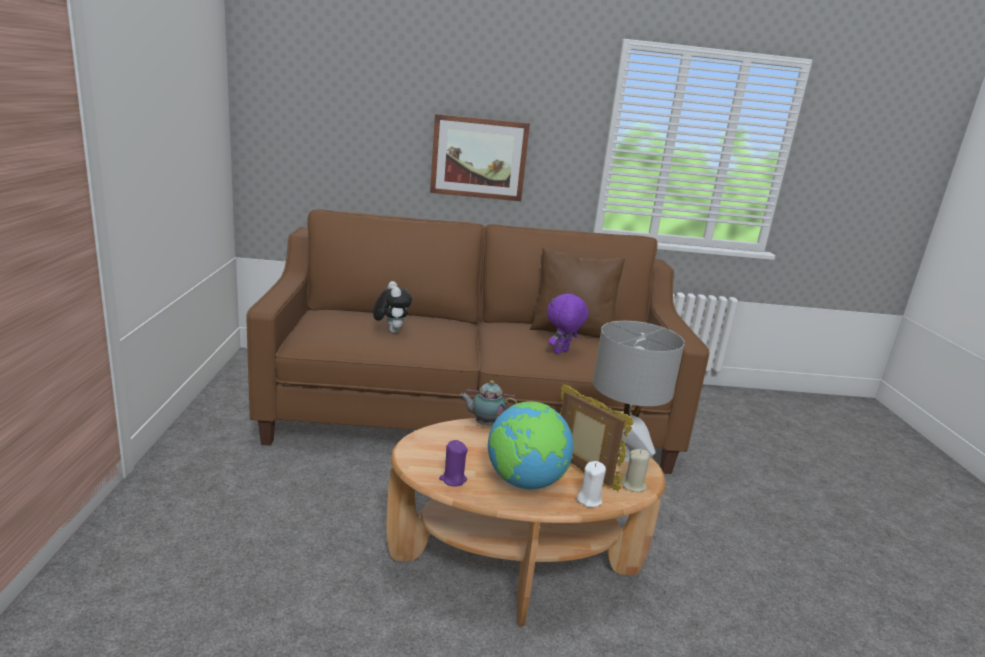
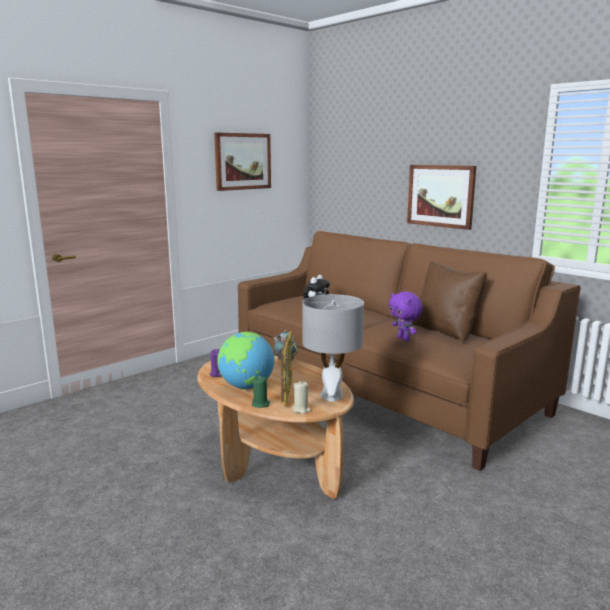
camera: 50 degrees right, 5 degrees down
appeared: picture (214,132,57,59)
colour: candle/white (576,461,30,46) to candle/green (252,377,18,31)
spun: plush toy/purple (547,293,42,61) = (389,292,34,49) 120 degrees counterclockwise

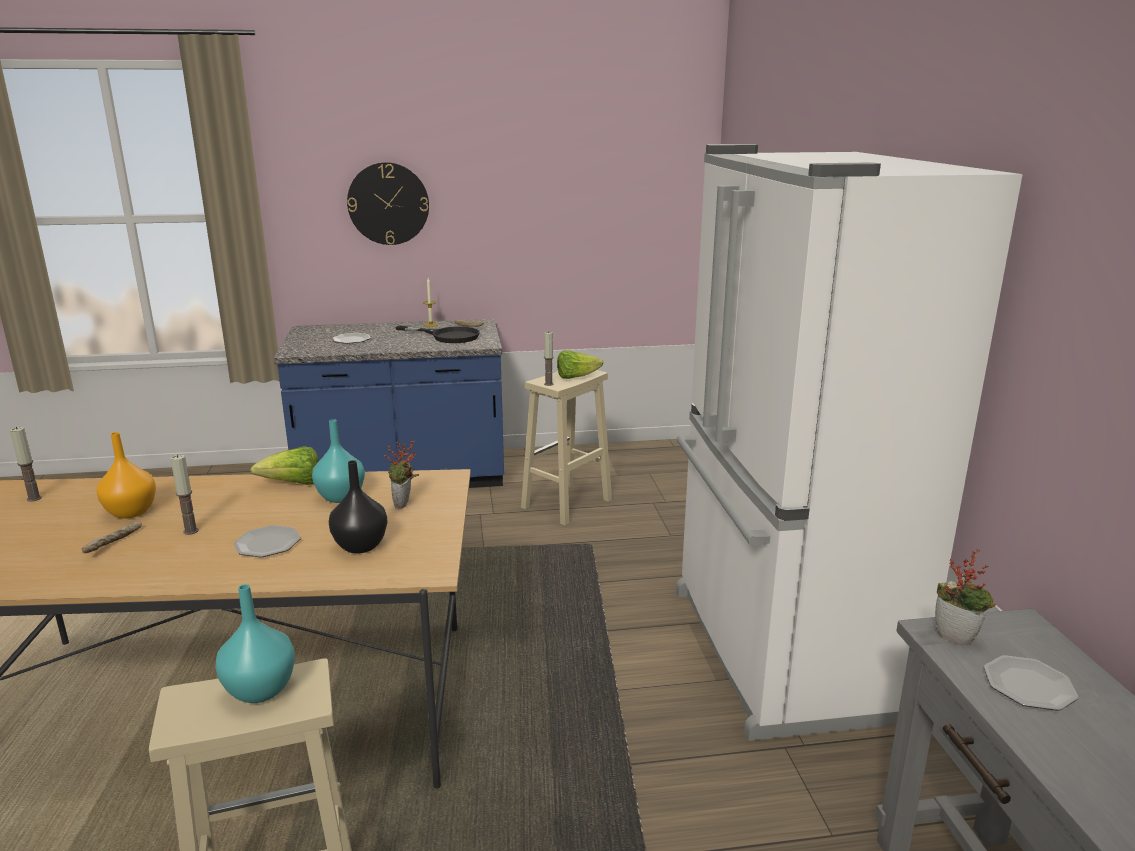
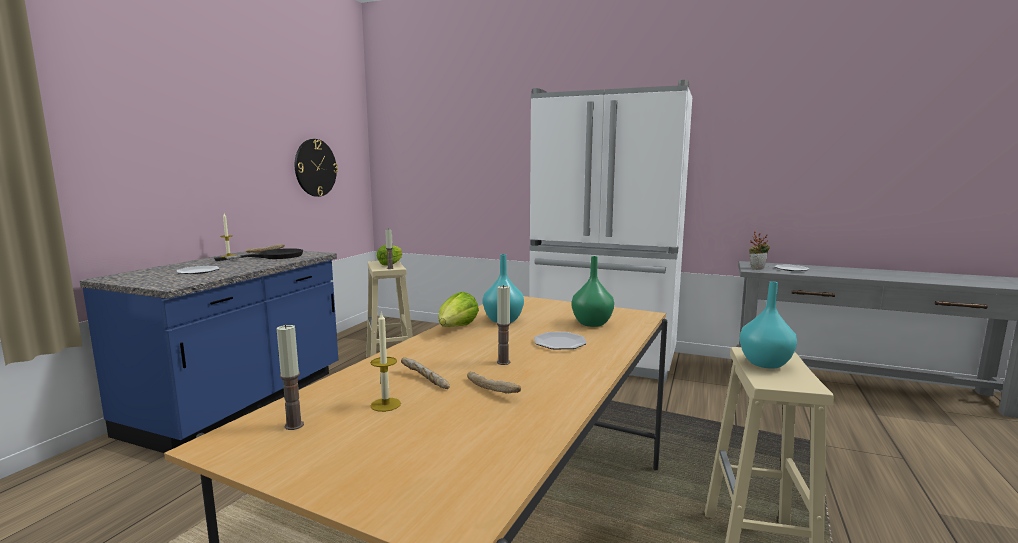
camera: 60 degrees left, 10 degrees down
missing: potted plant (384,440,35,69)
appeared: candle (370,311,31,101)
relocated: wall clock (347,162,82,83) to (295,139,43,58)
exchanged: vase/orange (97,432,59,87) to bread (401,357,49,32)
colour: vase/black (329,460,59,93) to vase/green (572,256,42,71)

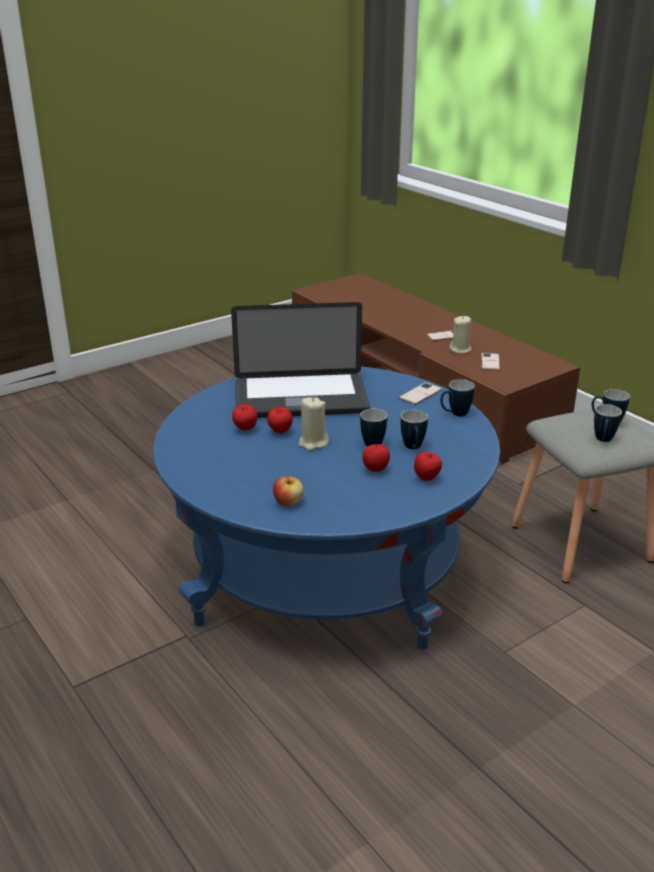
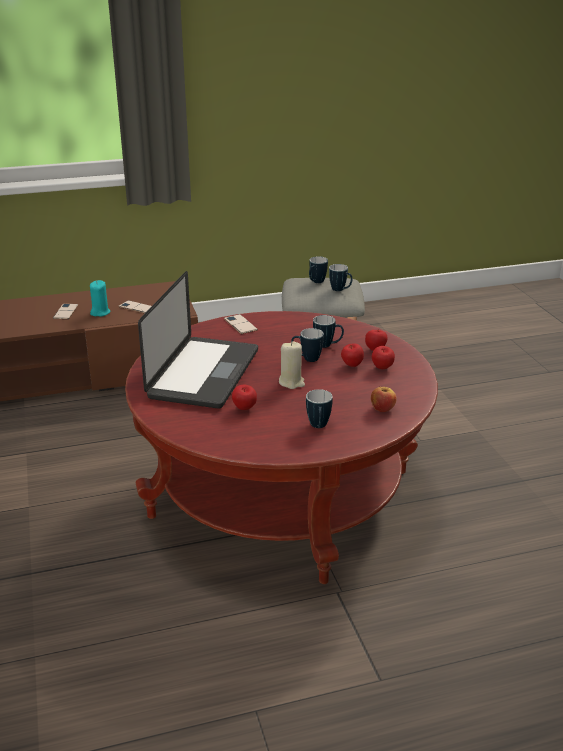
camera: 70 degrees left, 0 degrees up
relocated: mug (440,379,35,37) to (306,389,27,39); apple (267,407,26,26) to (372,346,23,23)
colour: candle/beige (449,316,23,37) to candle/turquoise (90,280,21,37); coffee table/blue (153,367,347,282) to coffee table/red (125,311,313,273)

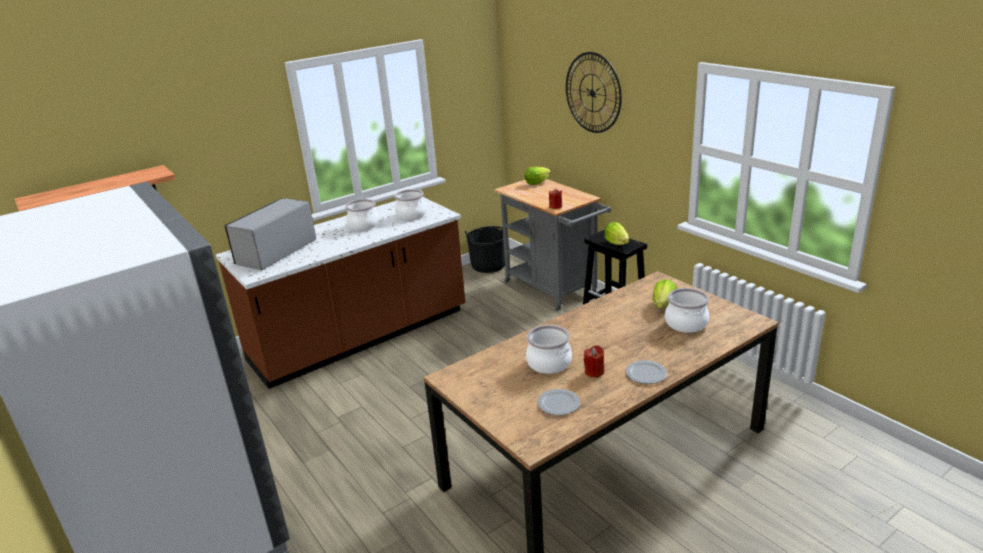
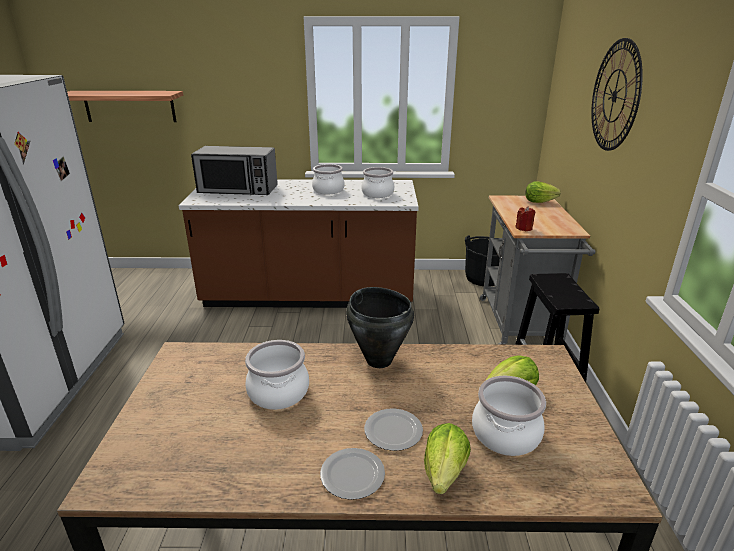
camera: 35 degrees right, 0 degrees up
missing: candle/red (584,345,20,33)
appeared: cooking pot/black (346,287,68,81)
relocated: lettuce (605,222,24,23) to (424,423,47,72); plate (537,389,43,26) to (364,408,59,43)
spun: microwave (224,198,92,72) = (191,146,87,49) 150 degrees counterclockwise

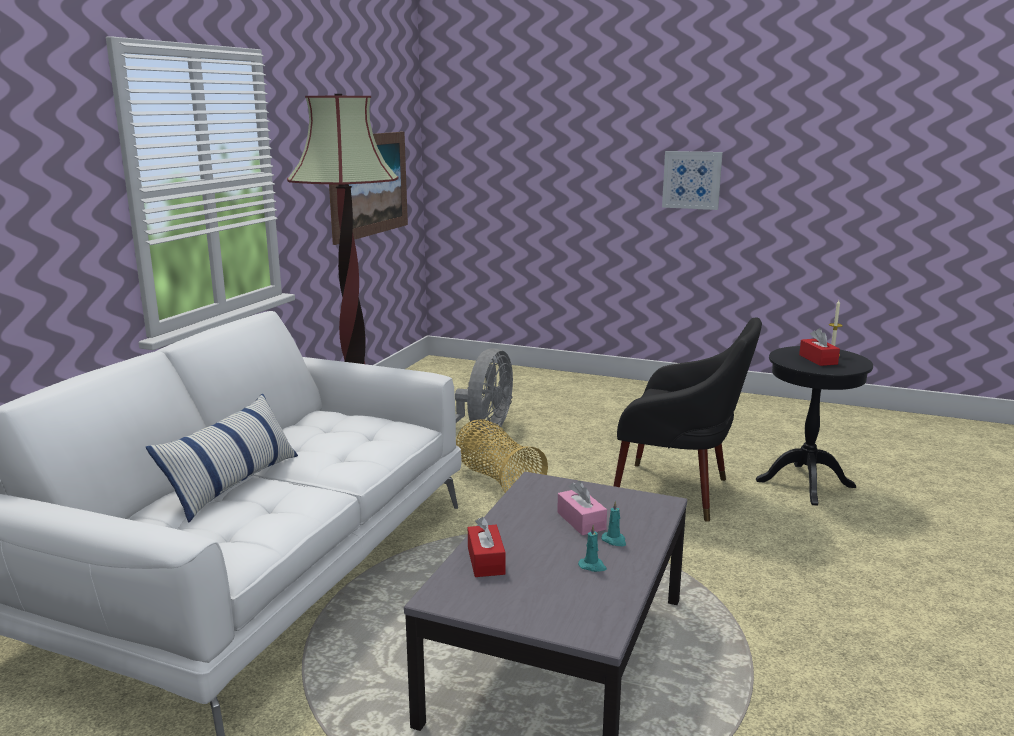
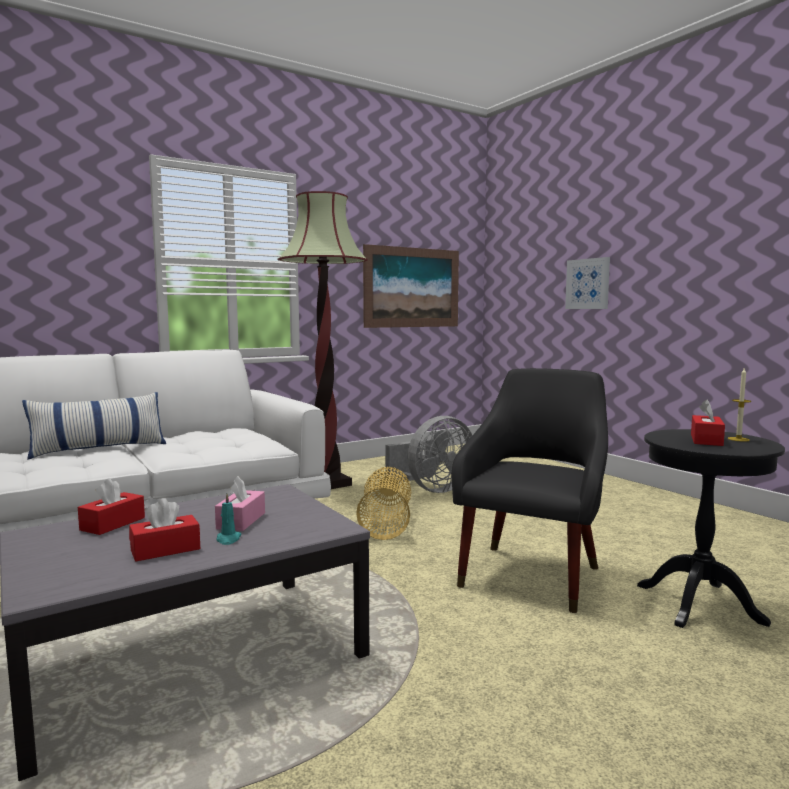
camera: 35 degrees right, 10 degrees down
relocated: picture (662,151,61,59) to (565,257,45,52)
exchanged: candle/turquoise (578,525,29,47) to tissue box/red (129,498,71,63)
spun: armchair/black (614,317,148,205) = (452,368,156,245) 120 degrees counterclockwise

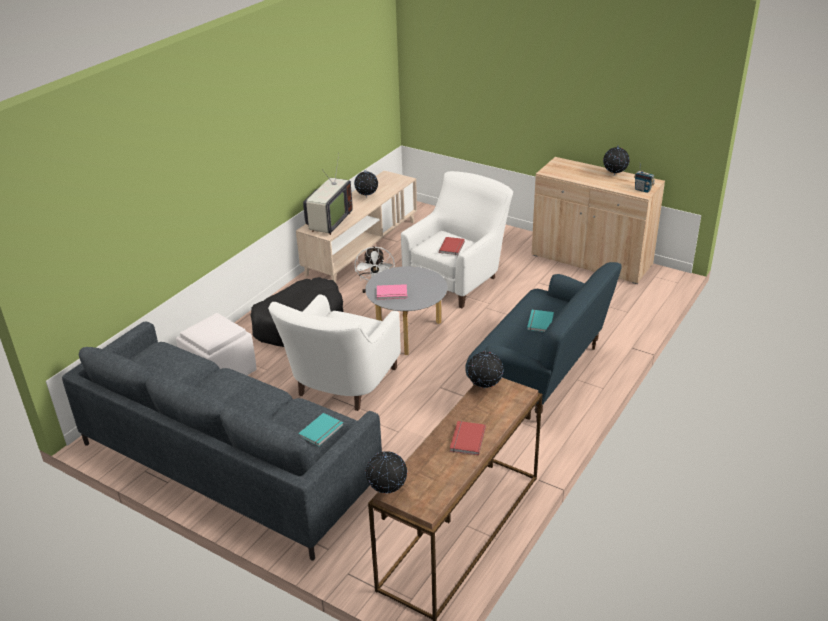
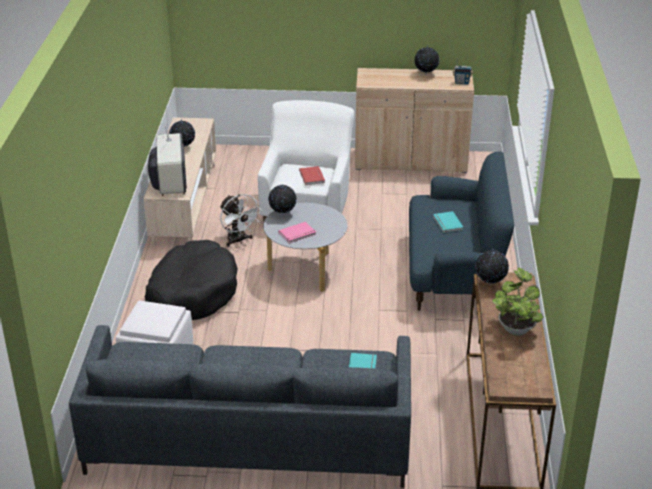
camera: 30 degrees left, 0 degrees up
missing: armchair/white (268,294,133,117)
relocated: globe (366,451,41,42) to (268,185,29,30)
exchanged: book/red (450,421,36,34) to potted plant (492,267,51,69)

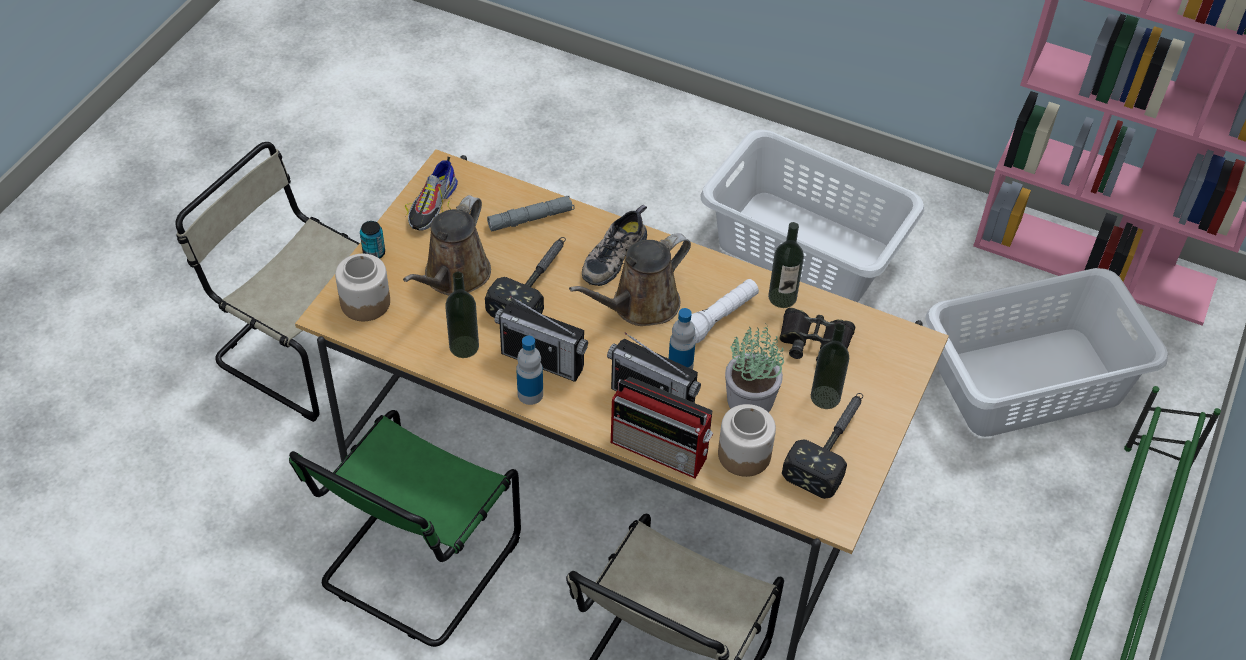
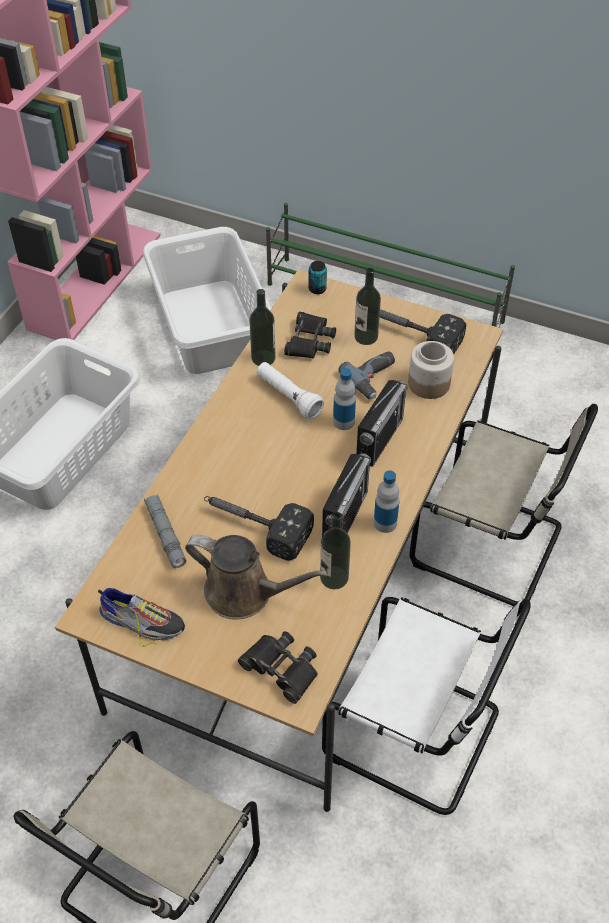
camera: 90 degrees left, 0 degrees up
missing: shoe (582,205,65,81); watering can/brown (569,233,122,93); radio (611,376,102,103)
relocated: can (360,221,25,38) to (309,261,18,33)
exchanged: jar (335,254,55,67) to binoculars/black (238,631,80,73); potted plant (725,327,59,85) to power drill (338,351,57,48)
colour: chair/green (289,410,232,237) to chair/white (322,597,209,218)

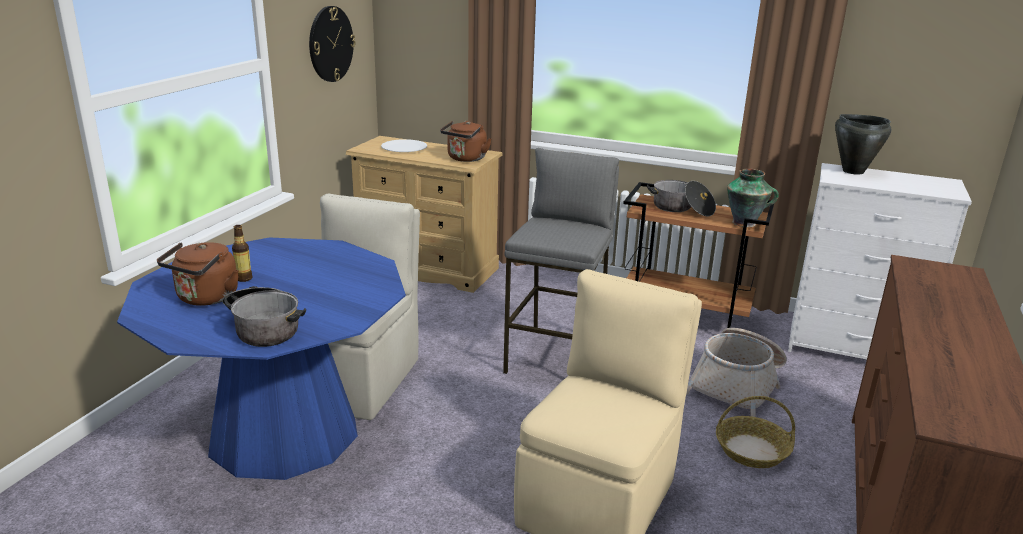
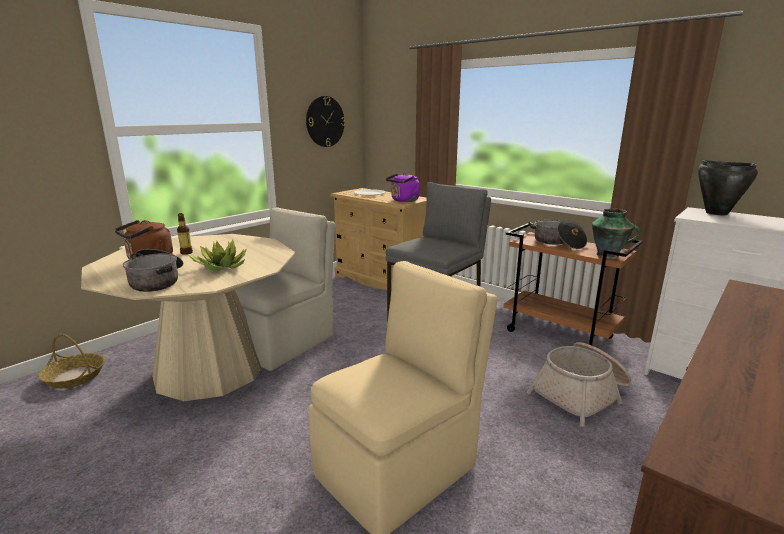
camera: 20 degrees right, 5 degrees down
appeared: potted plant (189,240,58,32)
relocated: basket (716,396,79,72) to (38,334,67,55)
colour: kettle/brown (440,121,51,41) to kettle/purple (386,173,34,29); dining table/blue (117,237,289,243) to dining table/beige (81,234,214,167)

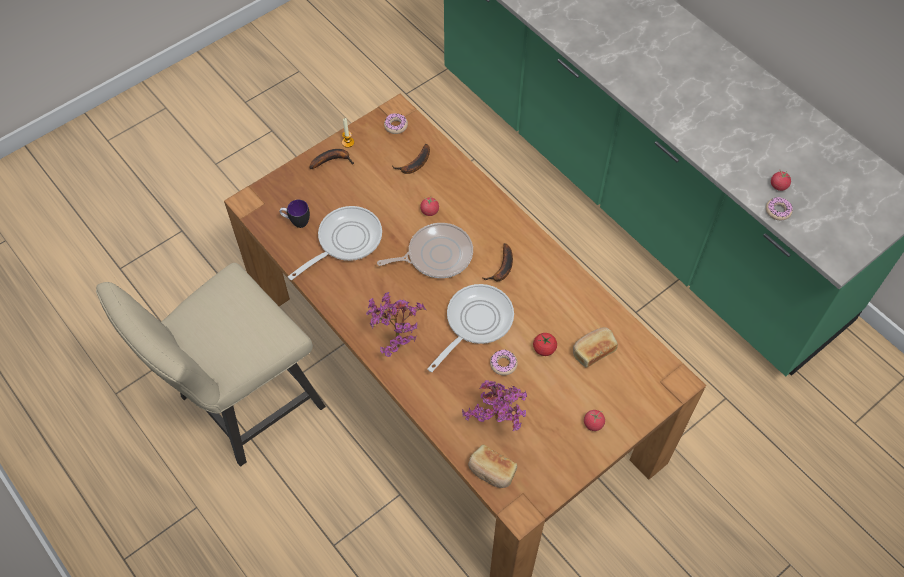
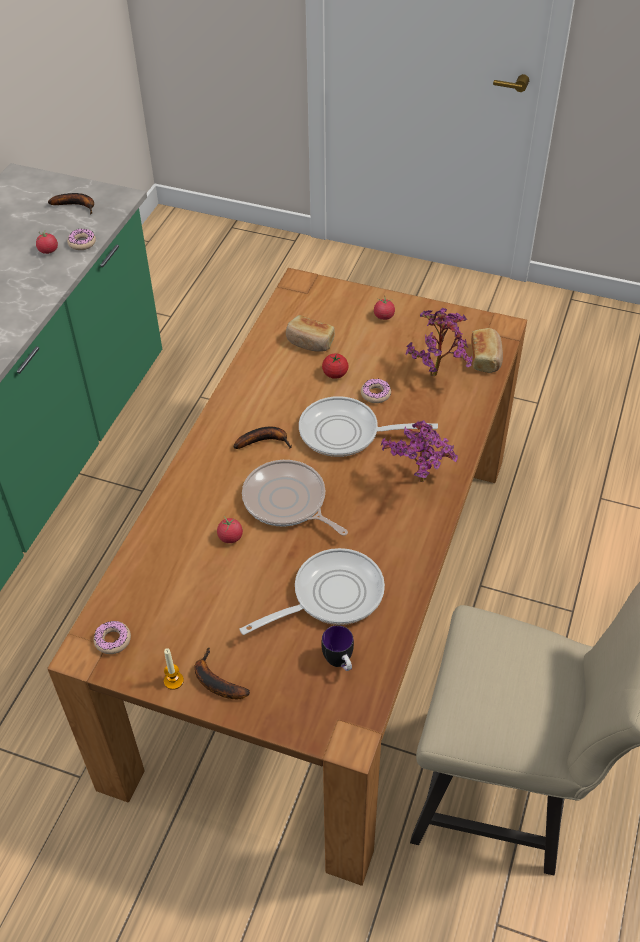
camera: 120 degrees left, 10 degrees down
relocated: banana (392,144,38,30) to (48,193,46,22)
spun: frying pan (288,206,94,74) = (239,548,146,87) 135 degrees clockwise

